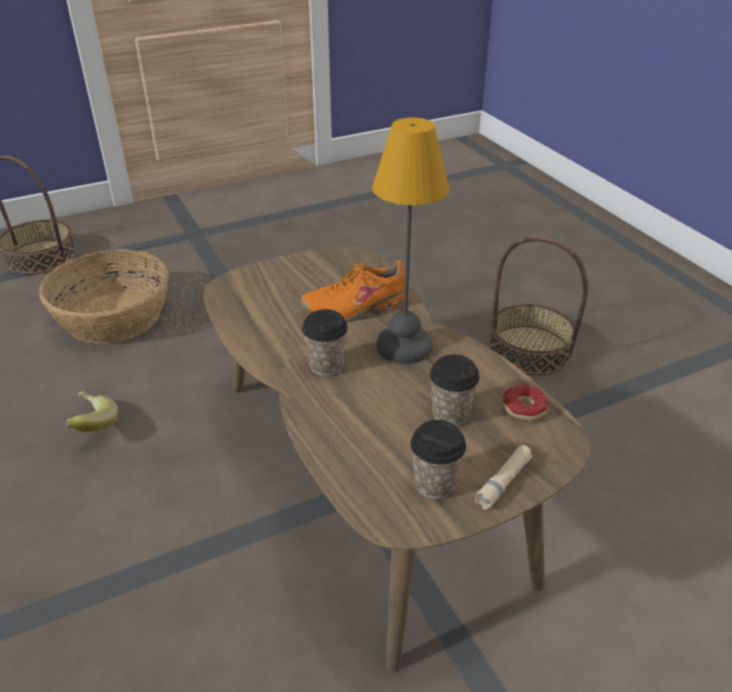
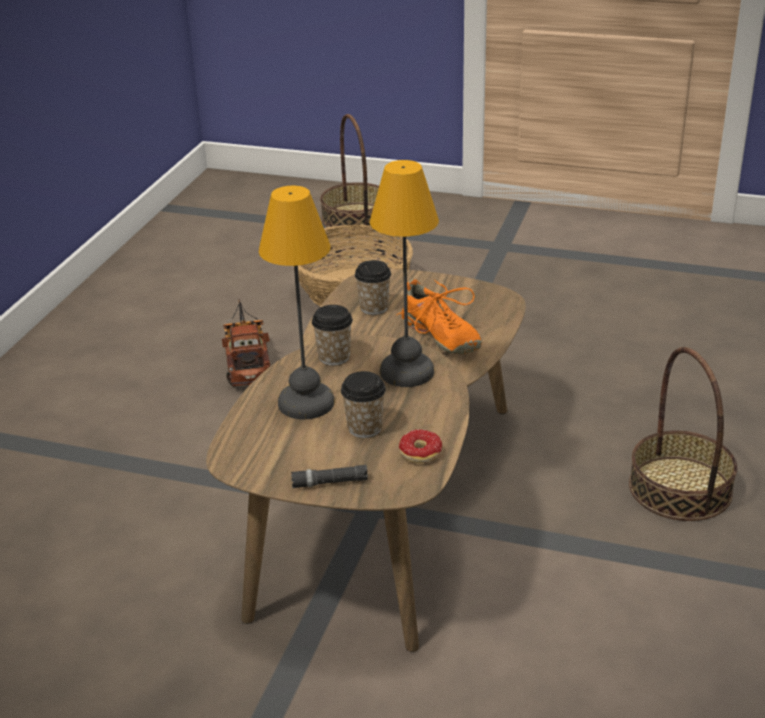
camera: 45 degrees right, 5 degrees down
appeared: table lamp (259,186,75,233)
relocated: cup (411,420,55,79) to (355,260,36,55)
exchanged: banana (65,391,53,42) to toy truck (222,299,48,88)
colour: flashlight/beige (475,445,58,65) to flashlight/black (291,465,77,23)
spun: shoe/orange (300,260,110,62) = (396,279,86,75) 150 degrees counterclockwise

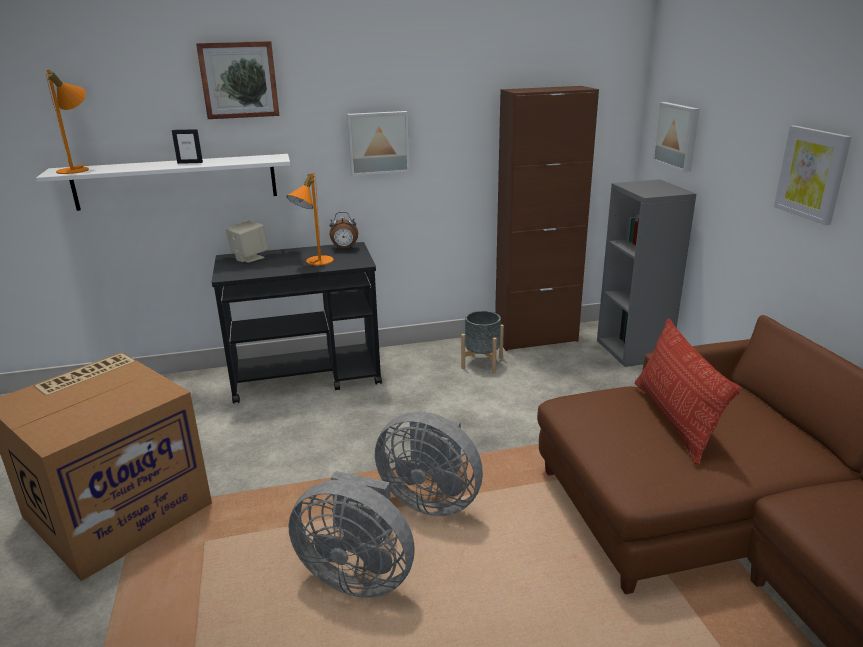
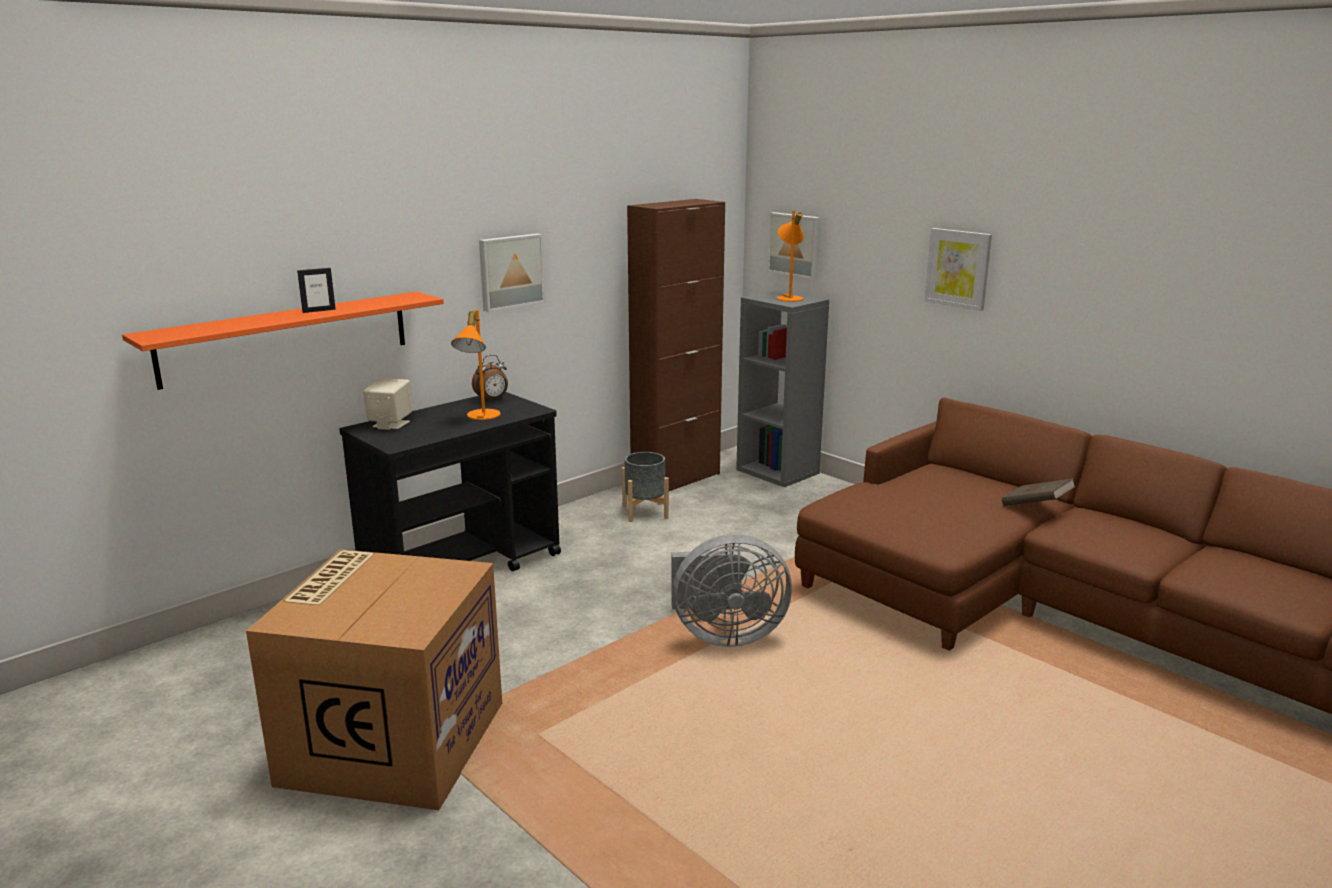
camera: 30 degrees left, 5 degrees down
missing: picture (196,41,83,78); pillow (635,318,106,147); fan/grey (289,471,126,127)
appeared: book/brown (1002,478,74,28)
relocated: table lamp/orange (46,70,43,104) to (776,210,28,92)
colour: shelf/white (36,154,254,57) to shelf/orange (122,292,322,98)

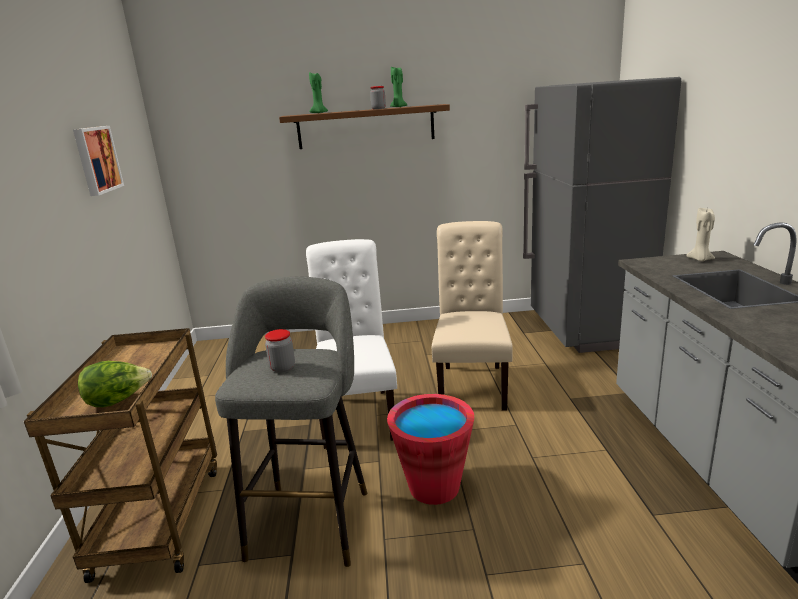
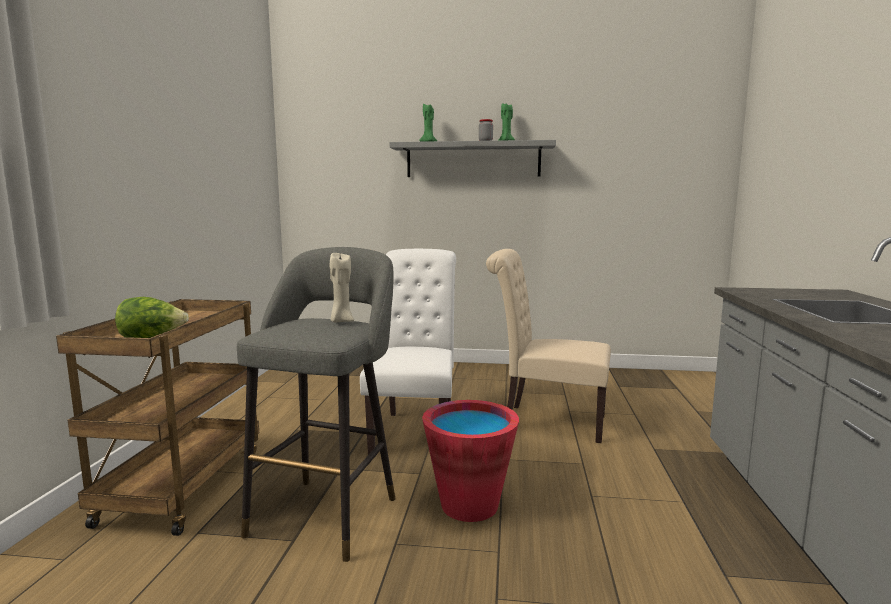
camera: 10 degrees right, 10 degrees down
missing: fridge/grey (523,77,158,276); picture (73,126,51,70); jar (265,329,30,44)
relocated: candle/beige (686,208,29,53) to (330,253,24,70)
colour: shelf/brown (279,104,171,45) to shelf/grey (390,140,166,37)
spun: chair/beige (432,221,81,190) = (486,249,125,194) 90 degrees counterclockwise

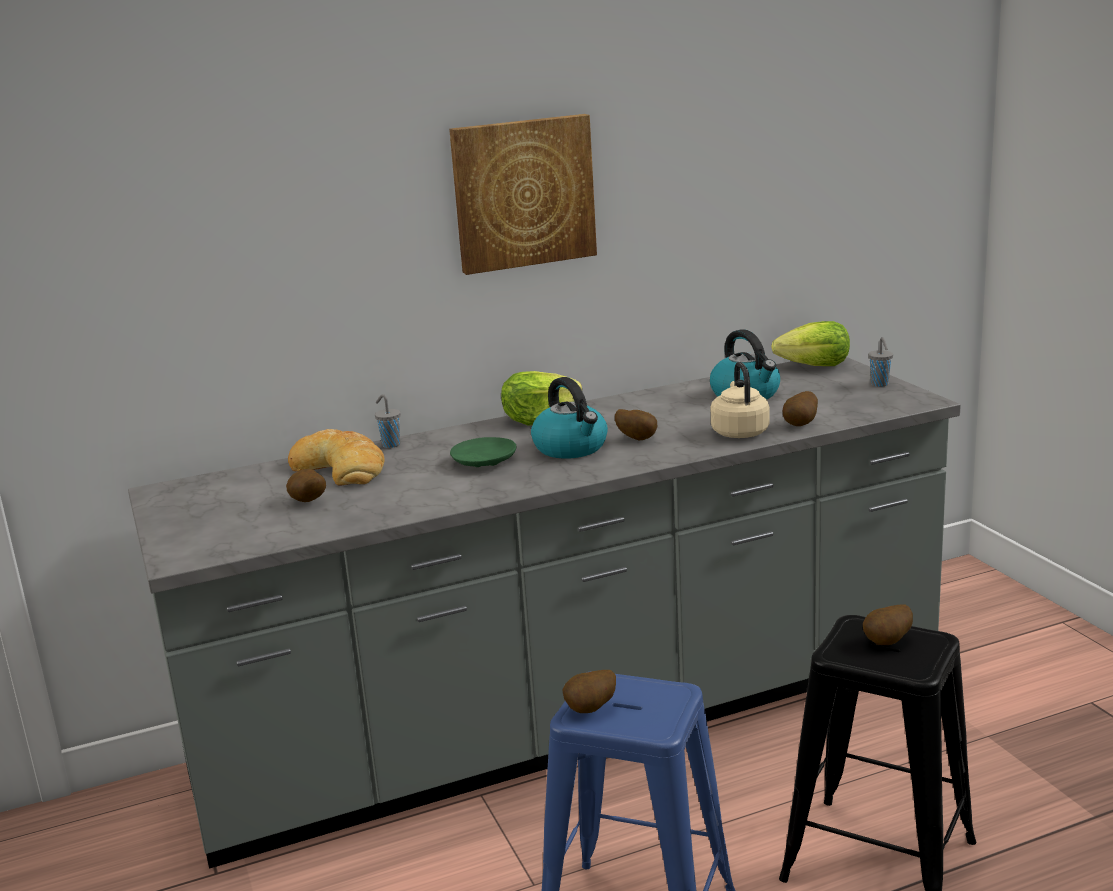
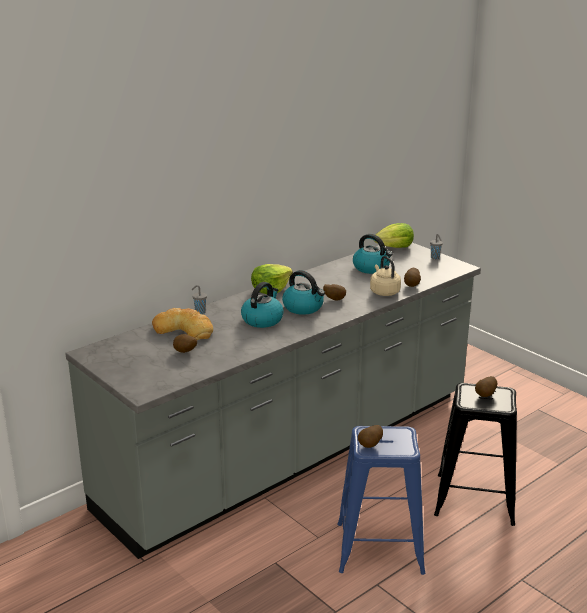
camera: 20 degrees left, 5 degrees up
missing: picture (449,114,148,161)
exchanged: plate/green (450,437,66,30) to kettle (241,282,43,46)

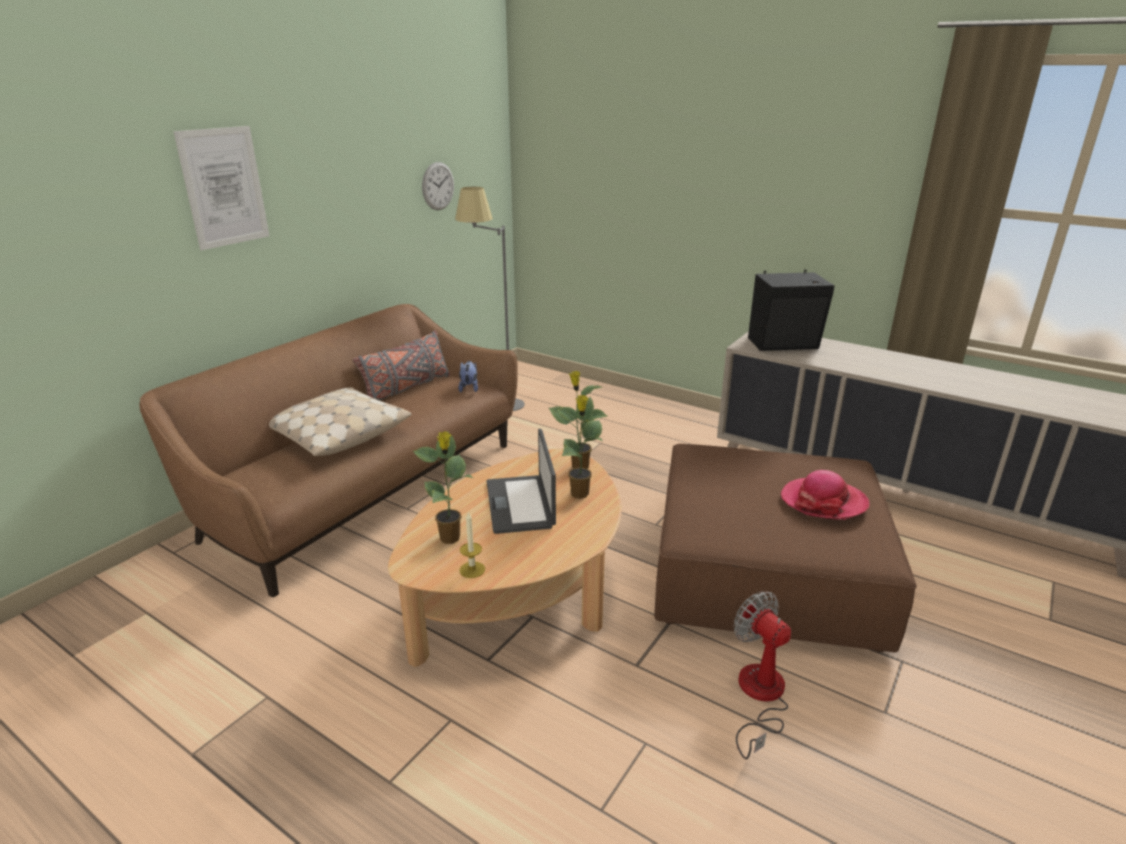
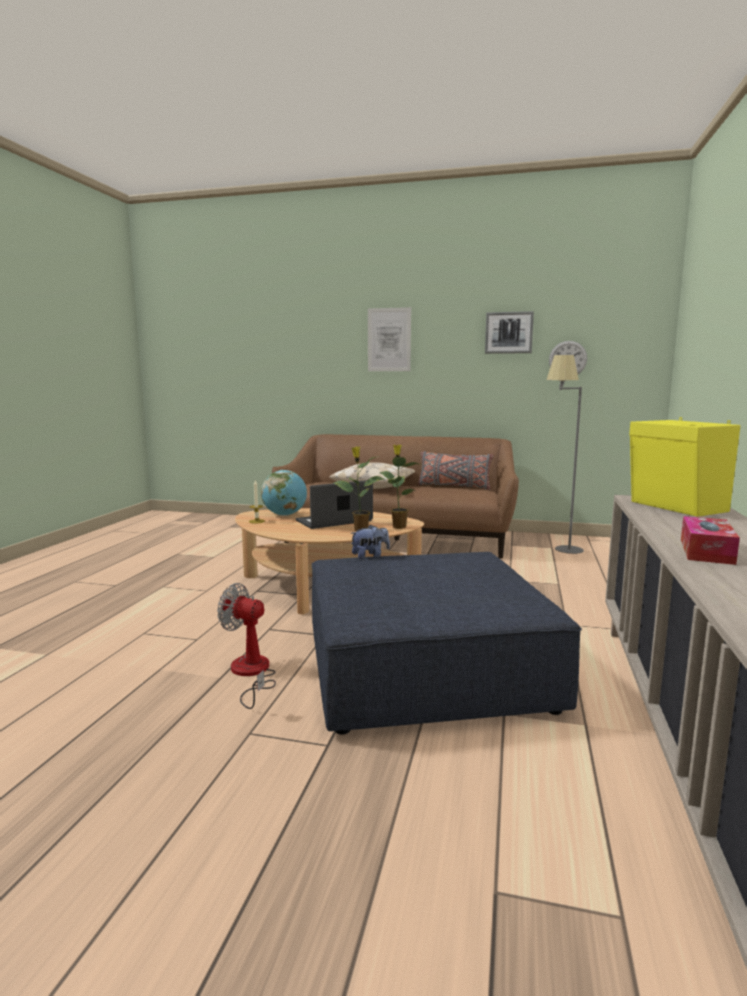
camera: 70 degrees right, 15 degrees down
missing: hat (781,470,89,50)
appeared: picture (485,311,49,43); tissue box (681,516,59,49)
relocated: plush toy (458,361,20,31) to (350,524,40,35)
exchanged: potted plant (413,431,60,113) to globe (261,470,46,46)
colour: speaker/black (748,270,86,81) to speaker/yellow (629,417,112,100); ottoman/brown (654,444,263,208) to ottoman/blue (312,552,270,182)
spun: fan (734,591,57,168) = (217,583,59,126) 105 degrees counterclockwise

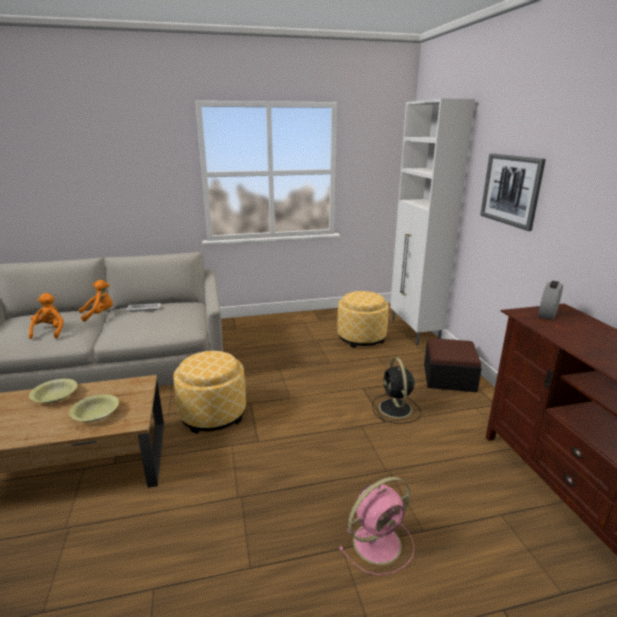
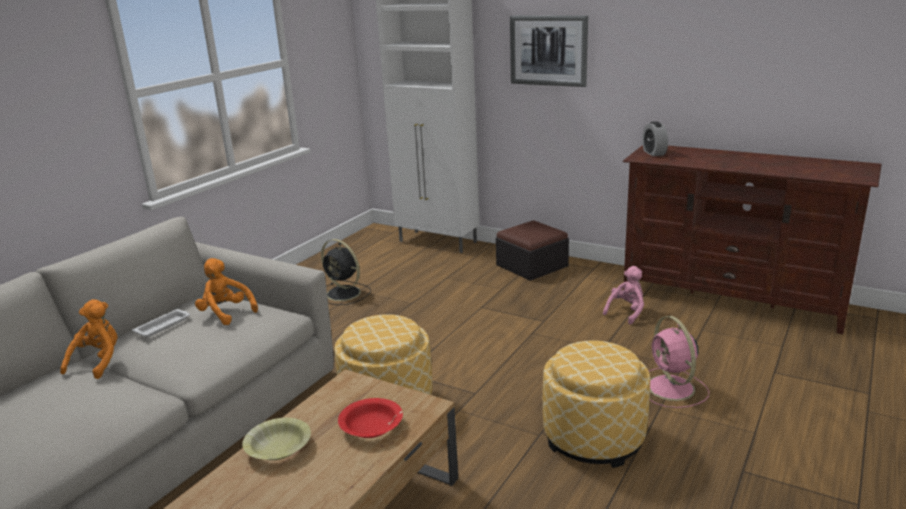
camera: 45 degrees left, 0 degrees up
appeared: plush toy/pink (603,266,41,59)
relocated: ottoman (337,291,52,57) to (543,341,107,127); plush toy/orange (29,293,35,46) to (195,258,63,67); fan/black (372,357,49,67) to (321,239,50,66)
colour: bowl/yellow (69,394,50,28) to bowl/red (338,398,65,40)
spun: fan/pink (339,477,76,99) = (649,316,60,92) 150 degrees clockwise

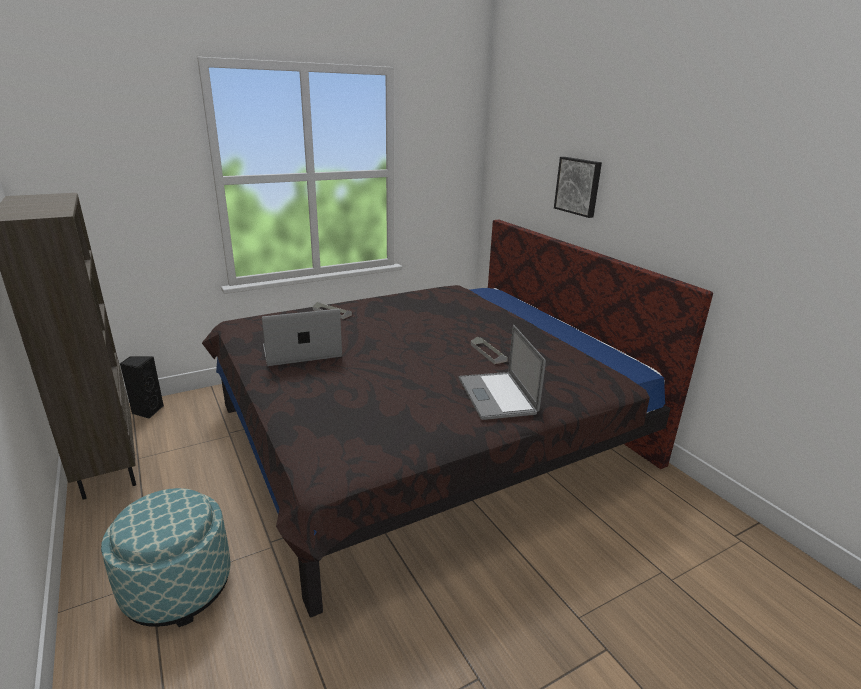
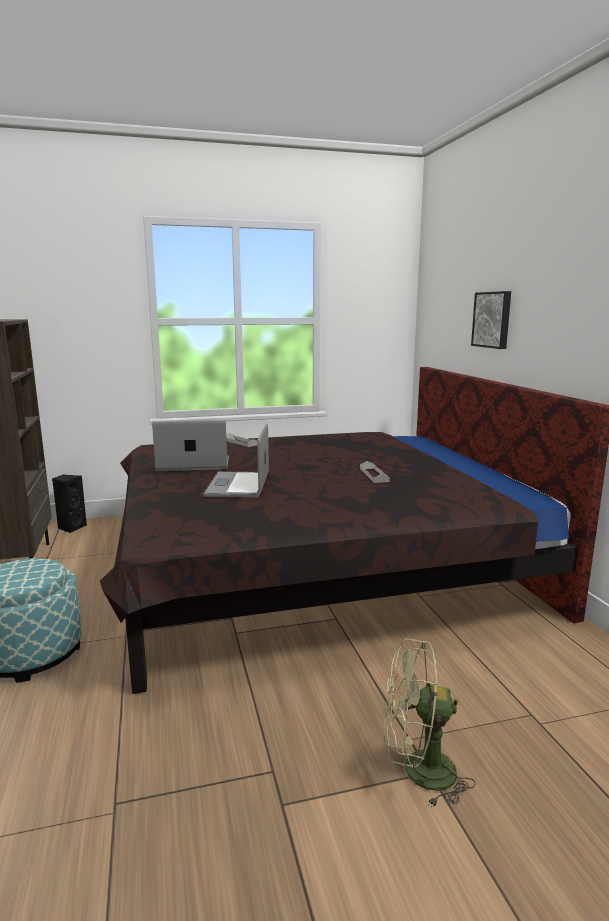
camera: 15 degrees right, 10 degrees down
appeared: fan/green (384,638,91,170)
relocated: laptop (459,325,87,95) to (203,424,66,74)

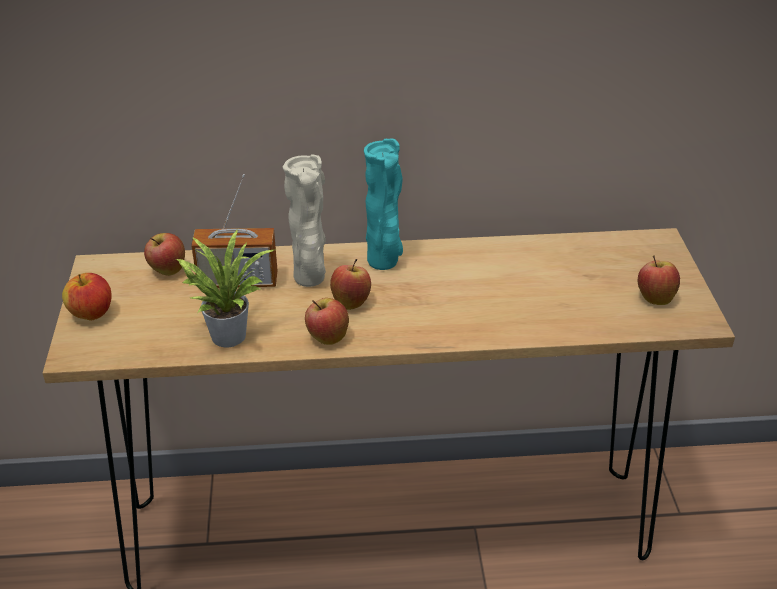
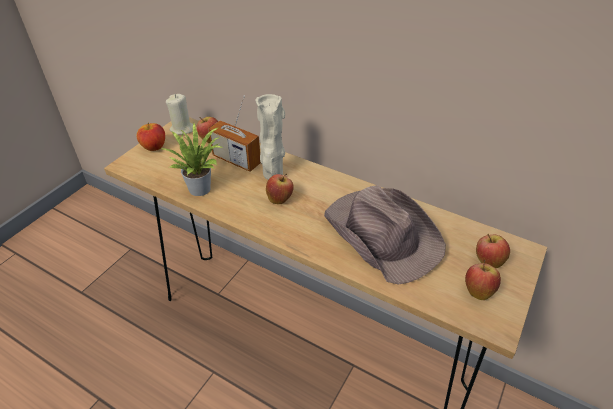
camera: 35 degrees right, 5 degrees up
missing: vase/turquoise (364,139,39,131)
appeared: candle/beige (166,94,27,41); hat/brown (324,185,122,100)
relocated: apple (305,298,44,47) to (476,234,34,34)

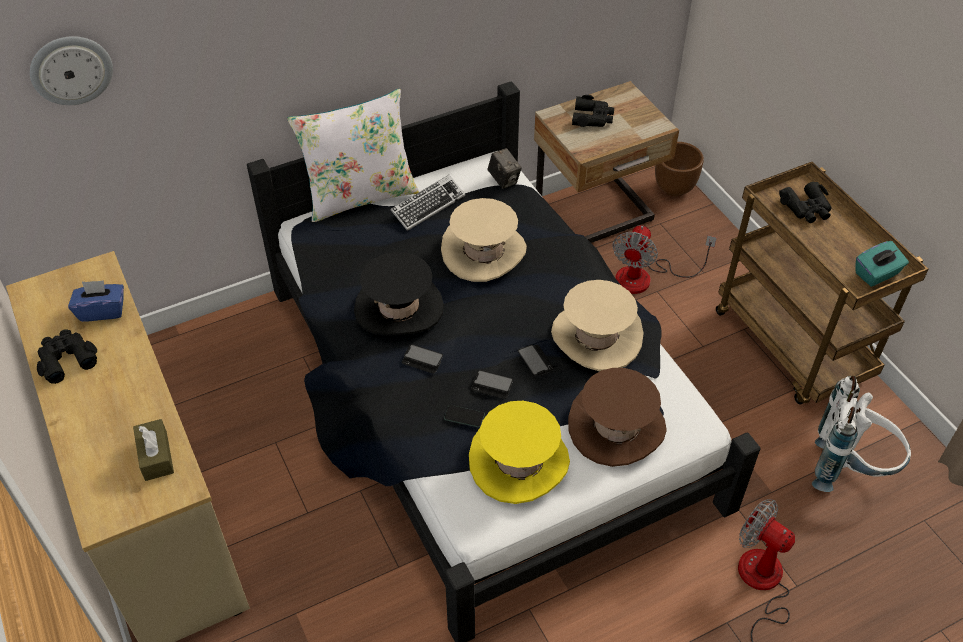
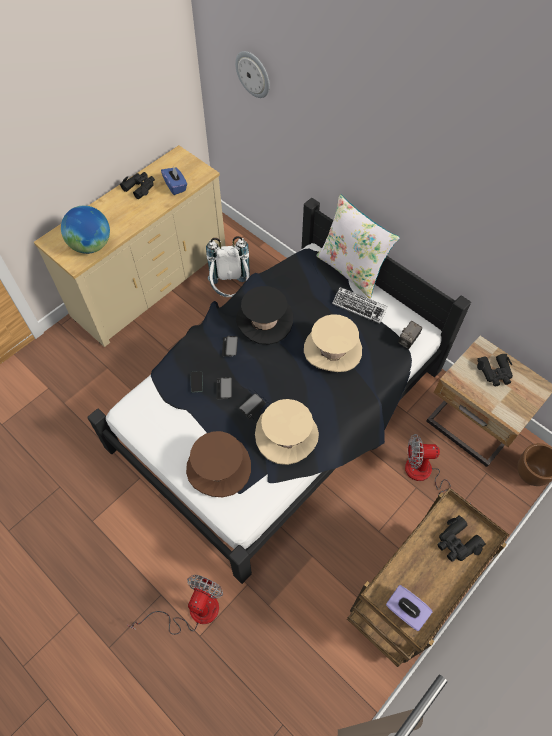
camera: 70 degrees right, 10 degrees up
missing: hat/yellow (469,401,101,103)
relocated: backpack/white (812,376,99,116) to (206,236,44,61)
exchanged: tissue box/brown (133,419,41,62) to globe (61,205,49,49)
colour: tissue box/turquoise (855,241,54,46) to tissue box/purple (386,585,46,46)

